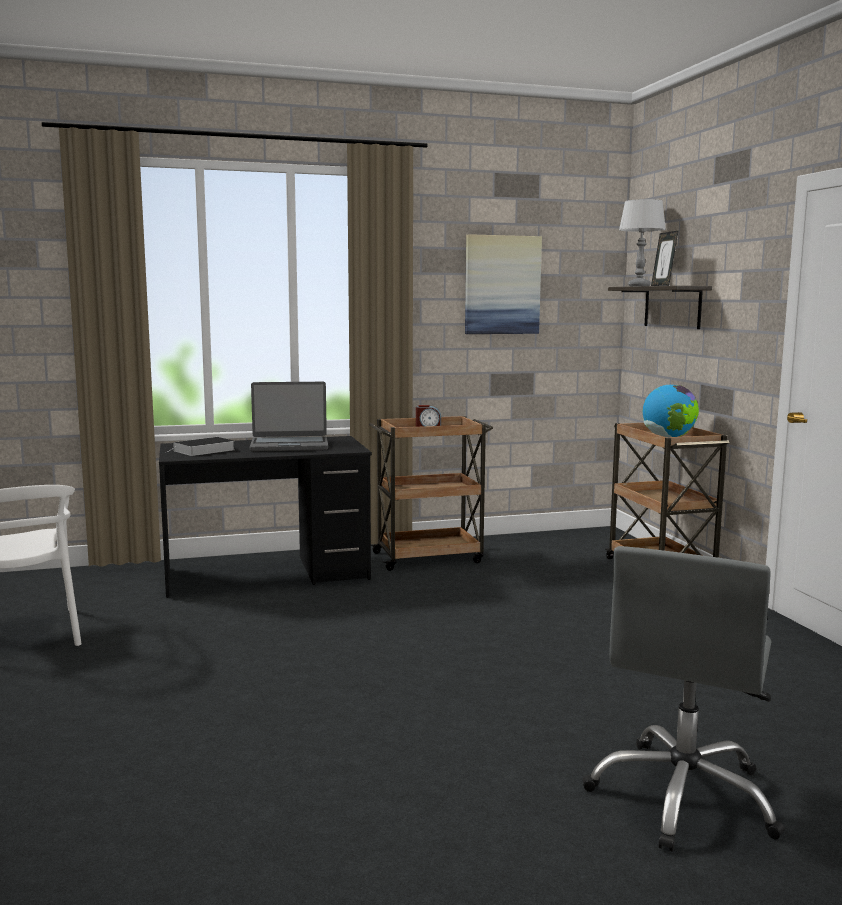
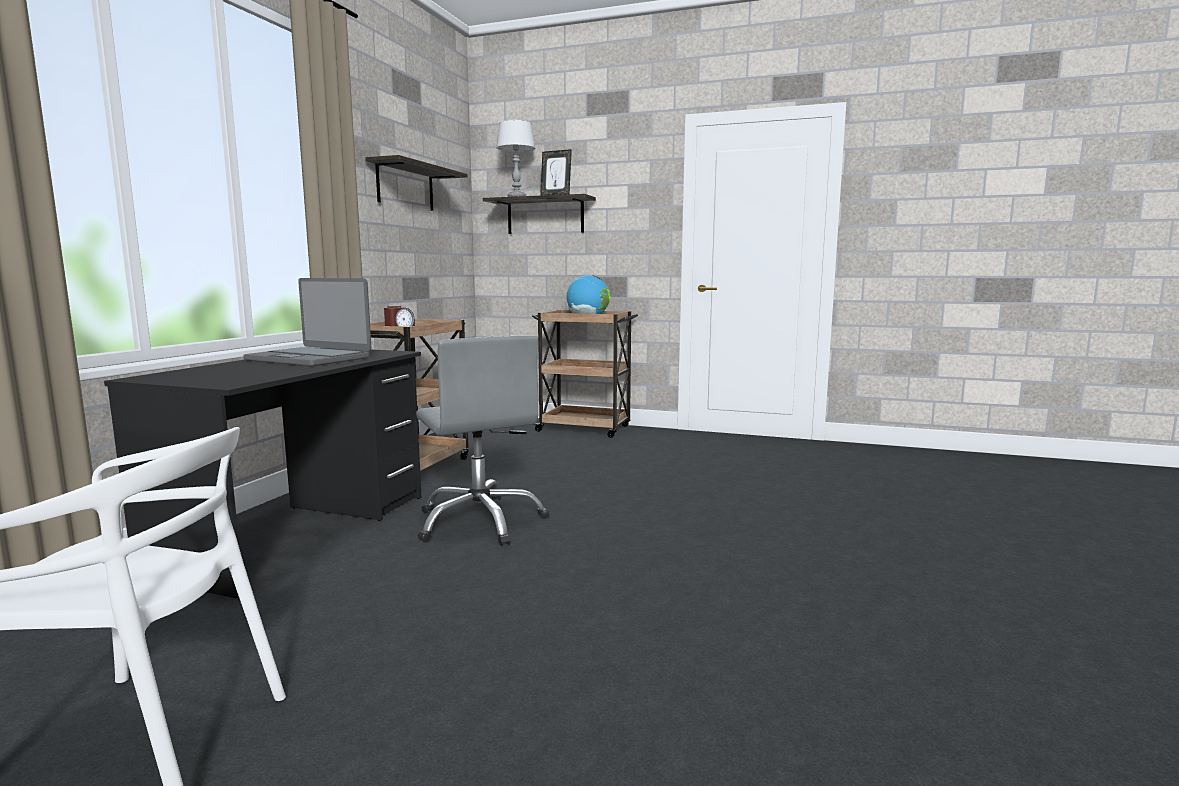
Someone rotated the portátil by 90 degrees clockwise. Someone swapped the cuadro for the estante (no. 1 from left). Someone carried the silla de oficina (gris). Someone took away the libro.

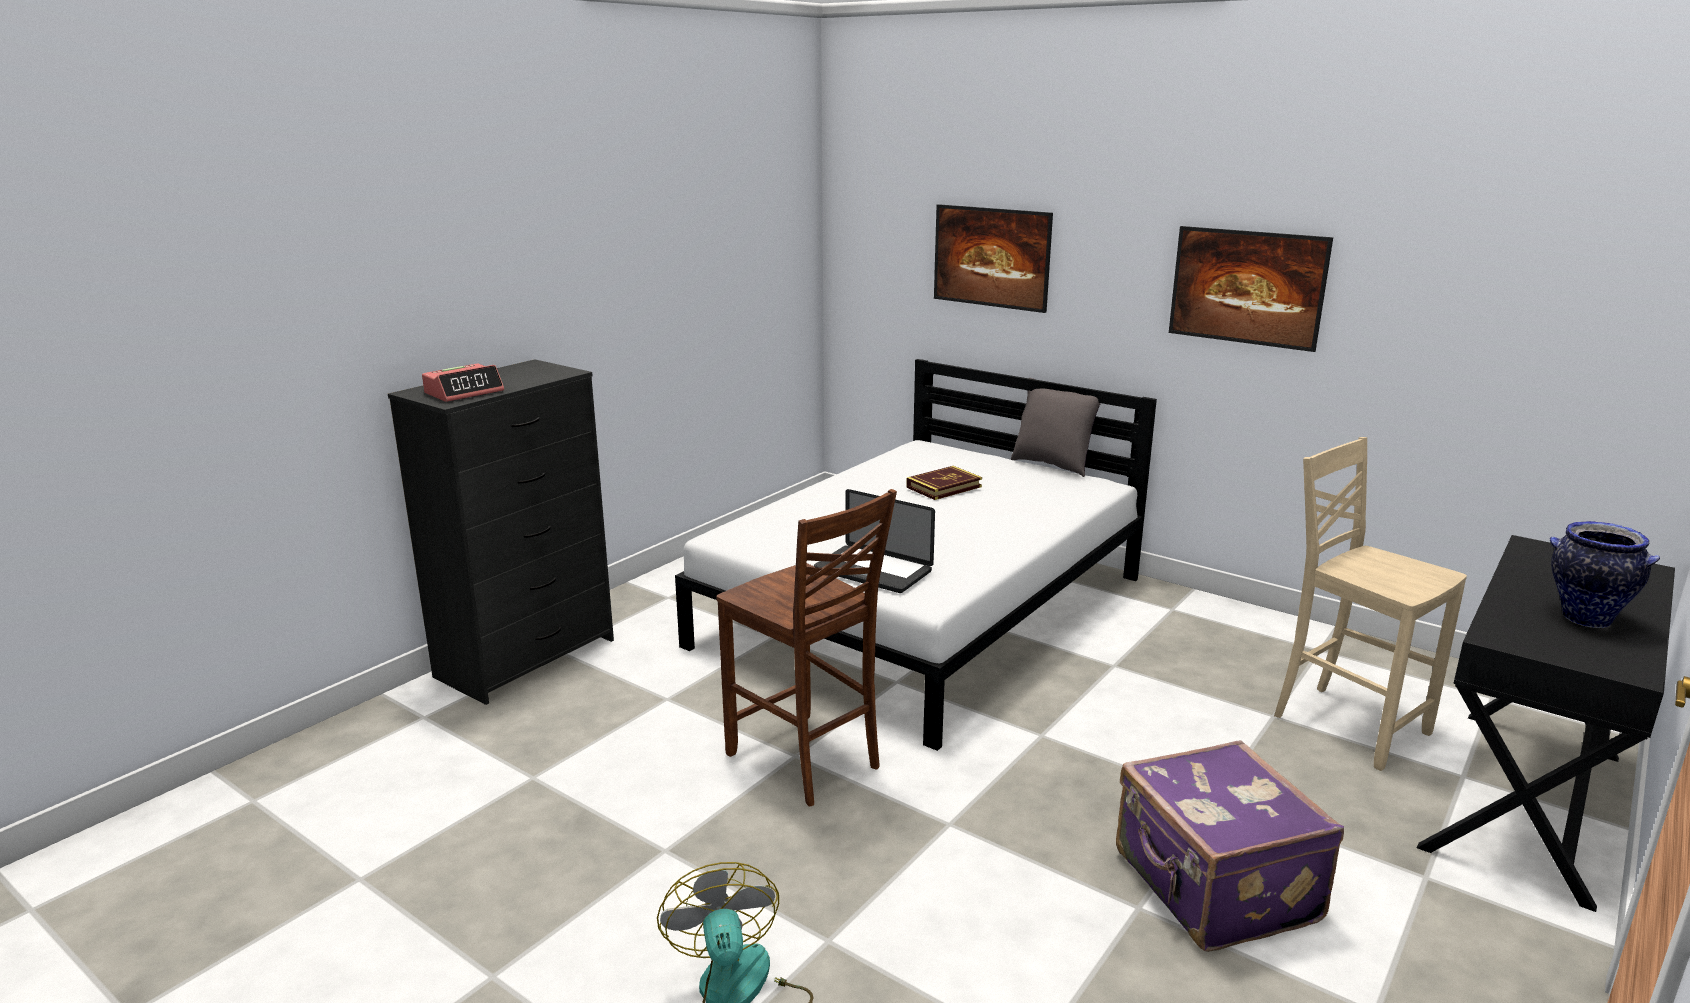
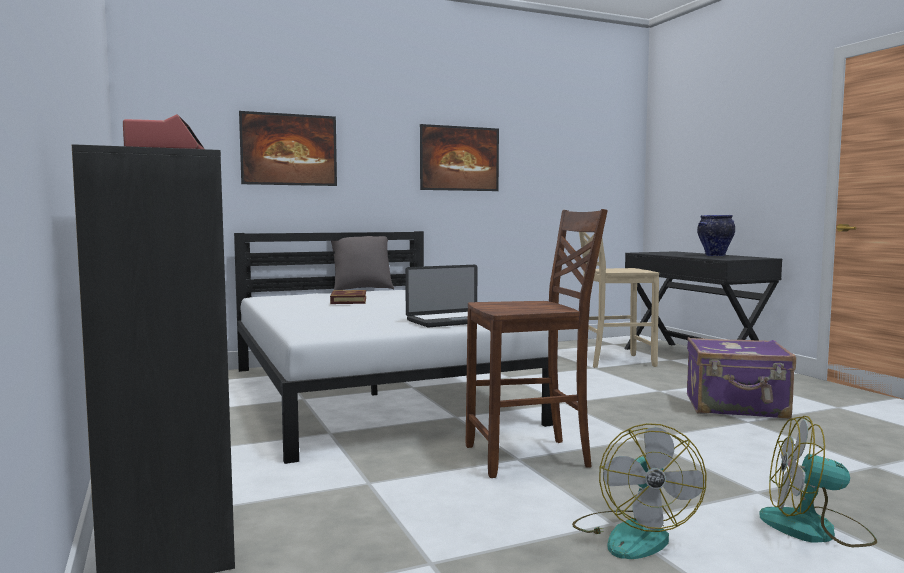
Someone put down the ventilador (no. 1 from left).

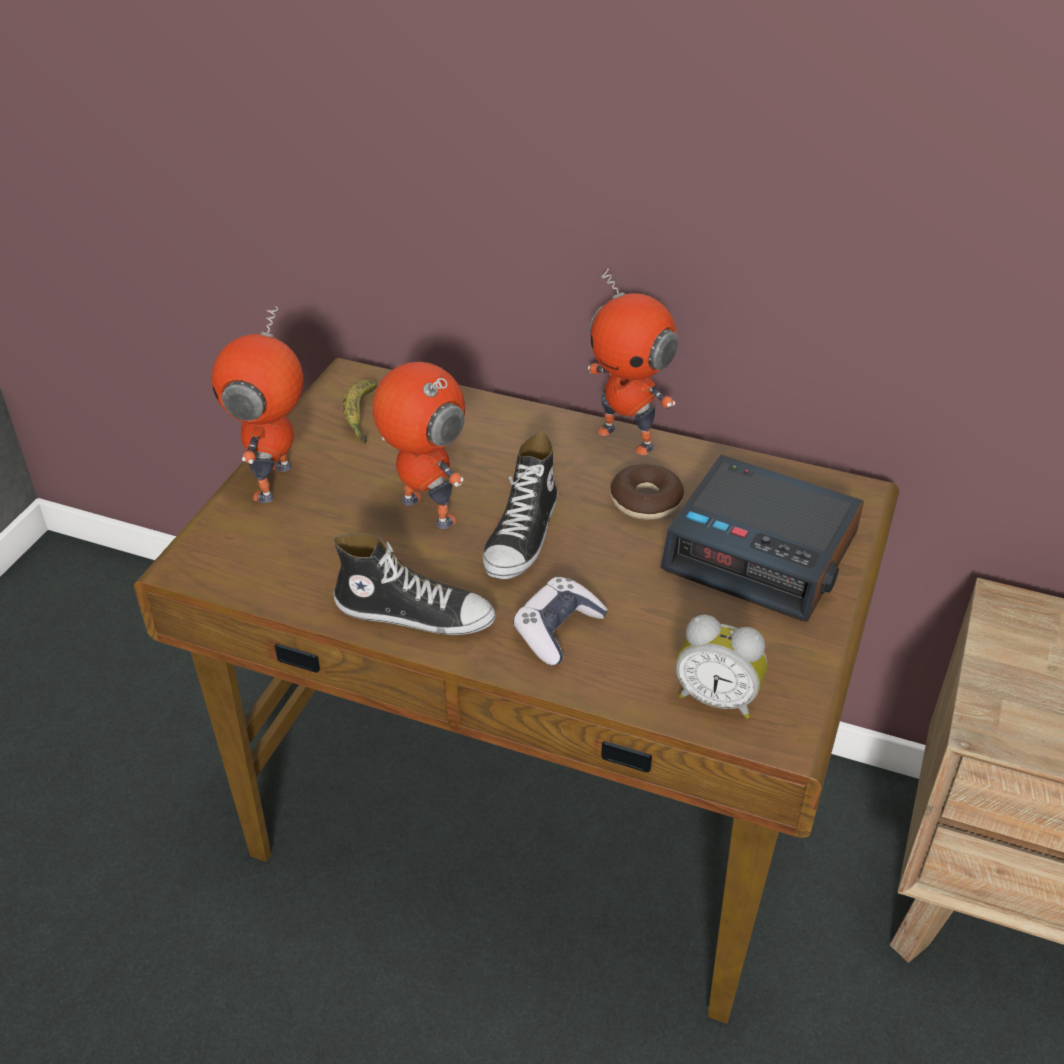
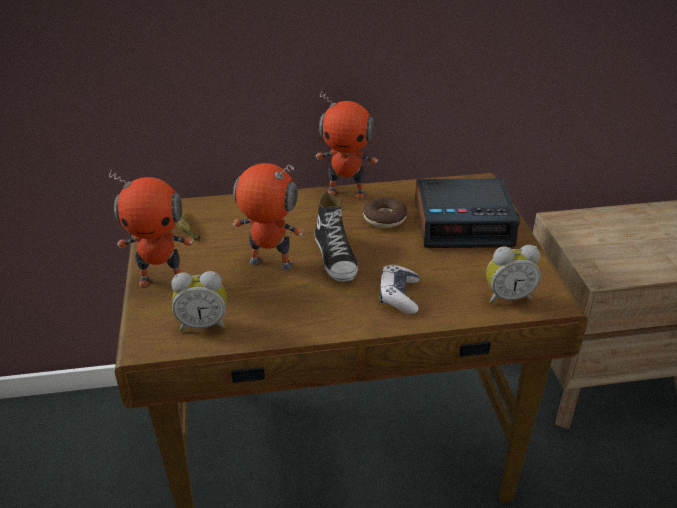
Someone rotated the robot de juguete (no. 1 from left) by 75 degrees counterclockwise. Someone put down the despertador (no. 1 from left). Someone took away the zapato (no. 1 from left).

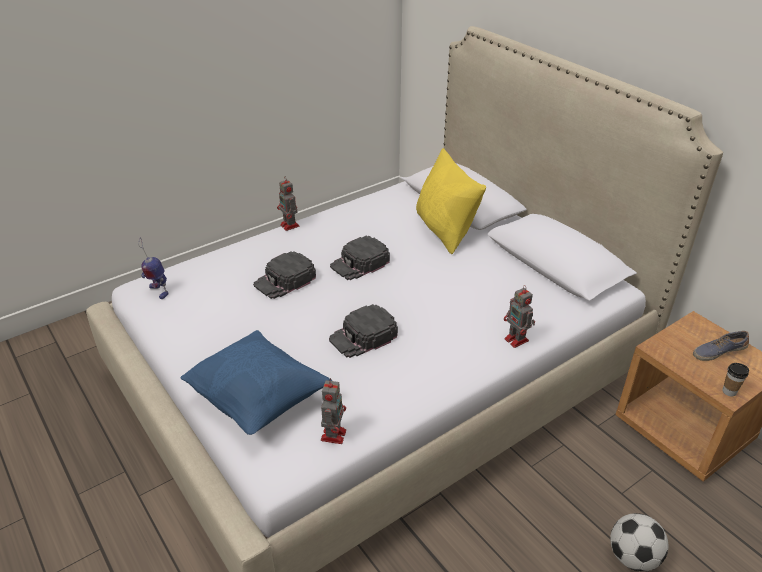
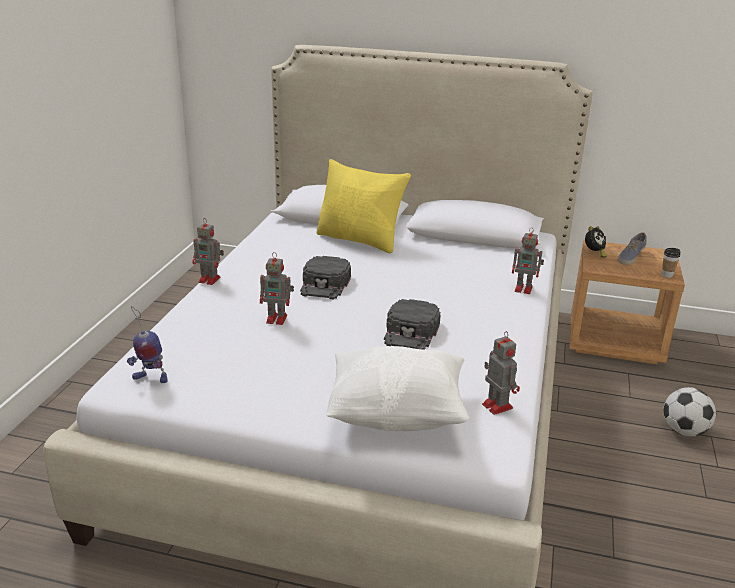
Someone swapped the gorra (negro) (no. 1 from left) for the robot de juguete (no. 3 from left). Someone repainted the cojín (azul), which became the cojín (blanco). Someone put down the despertador.

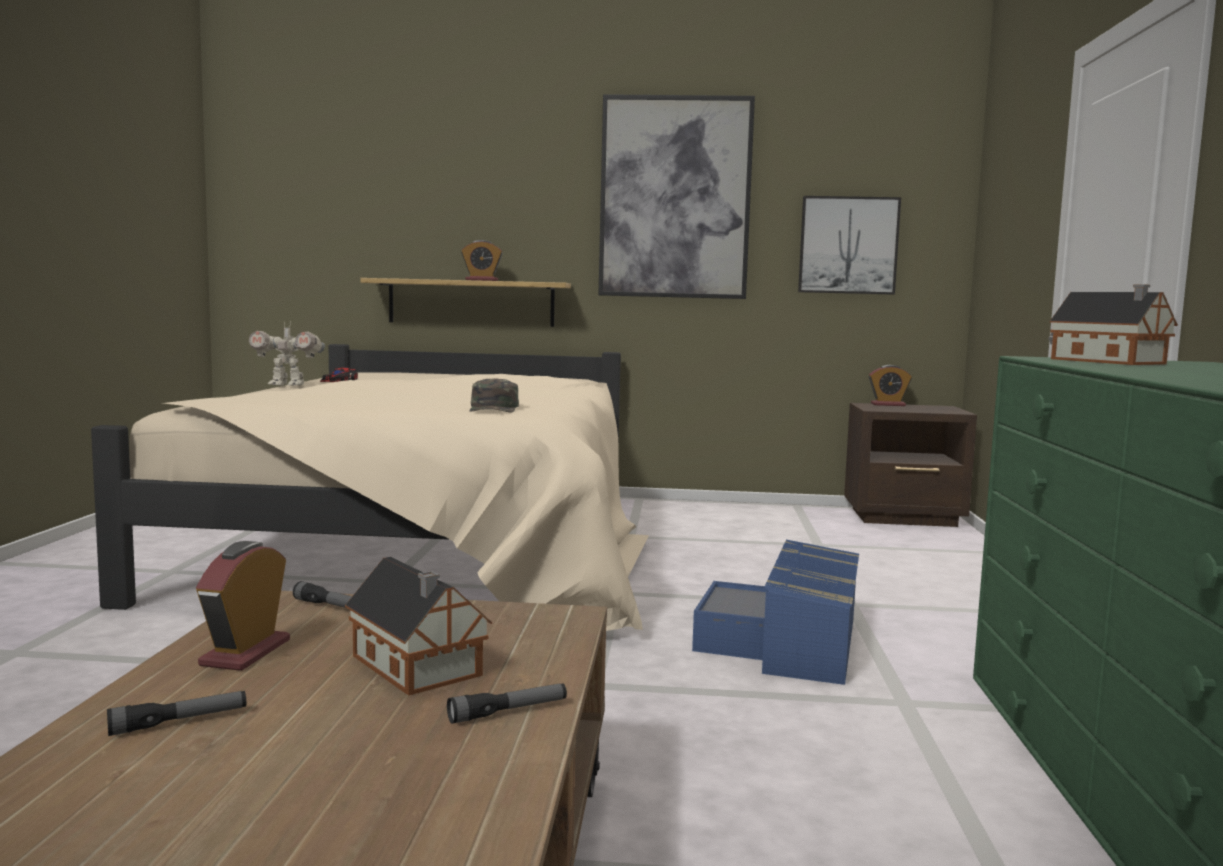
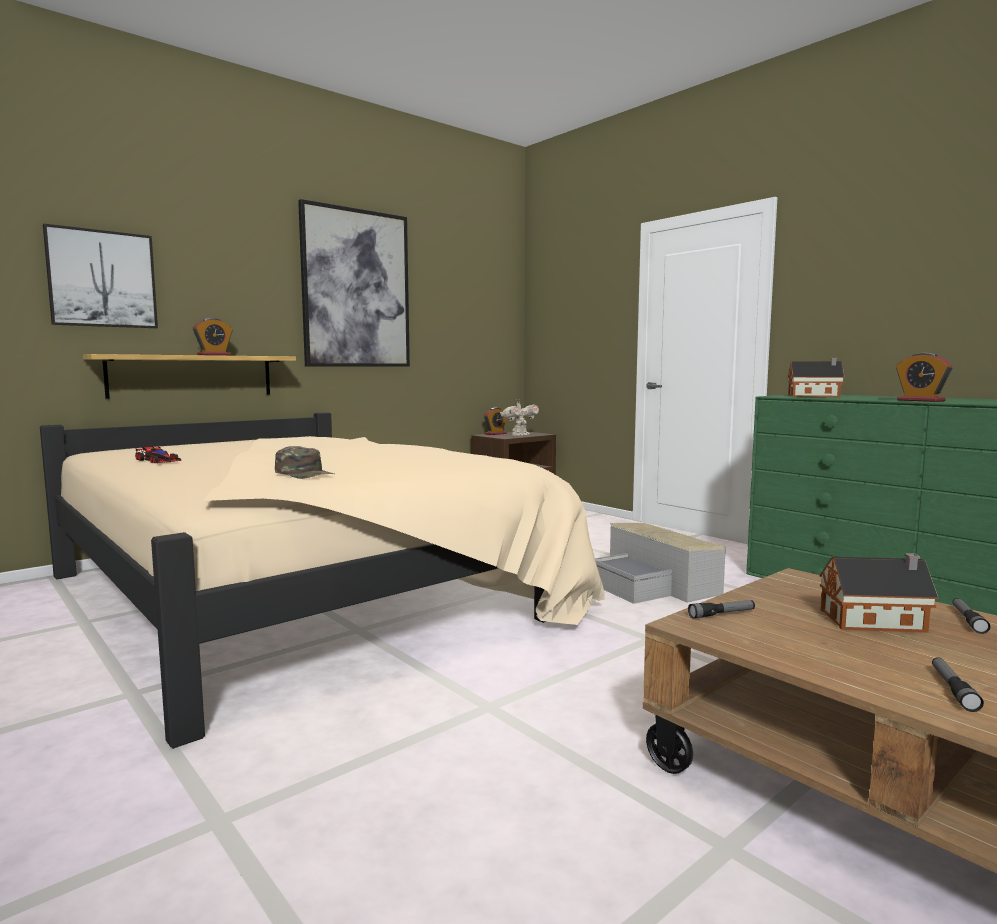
Someone carried the cuadro (no. 2 from left in the first image). Someone carried the gorra (verde). Someone carried the robot de juguete. Someone repainted the caja de almacenaje (azul), which became the caja de almacenaje (gris). Someone carried the despertador (no. 1 from left in the first image).

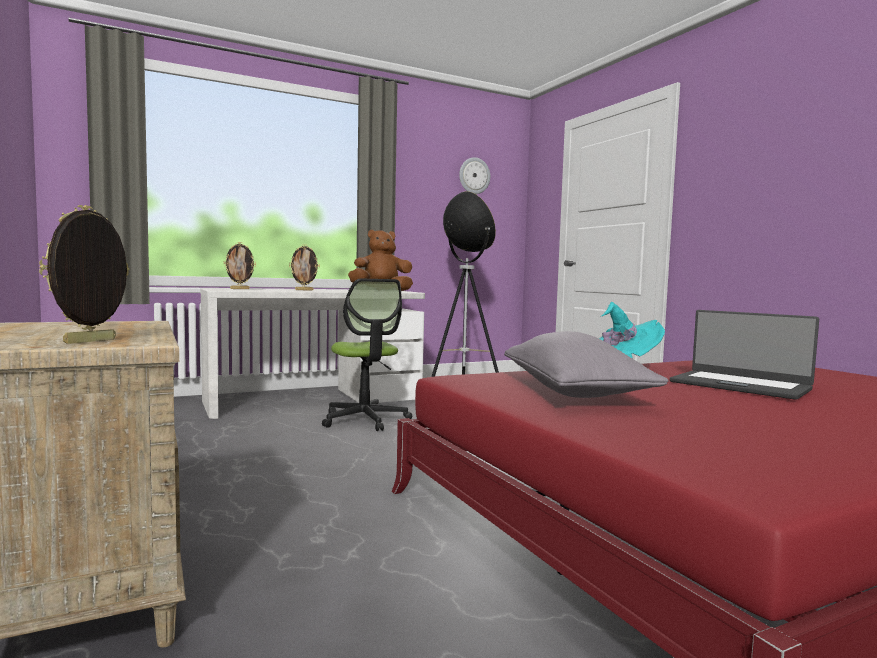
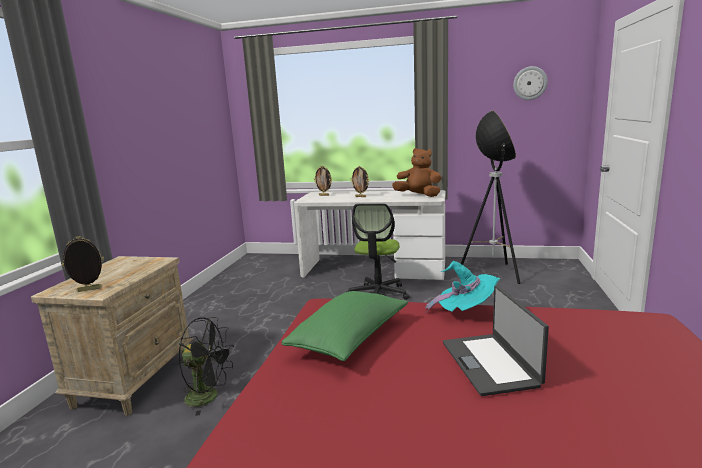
Someone put down the ventilador (negro). Someone repainted the cojín (gris), which became the cojín (verde).

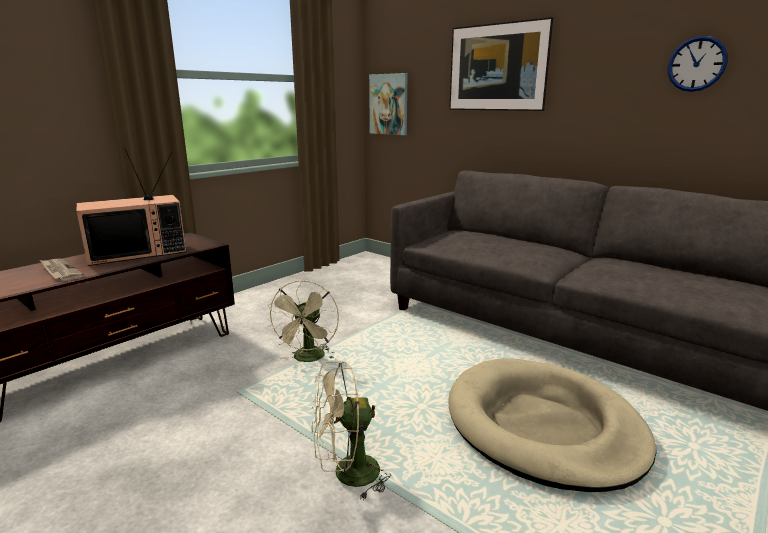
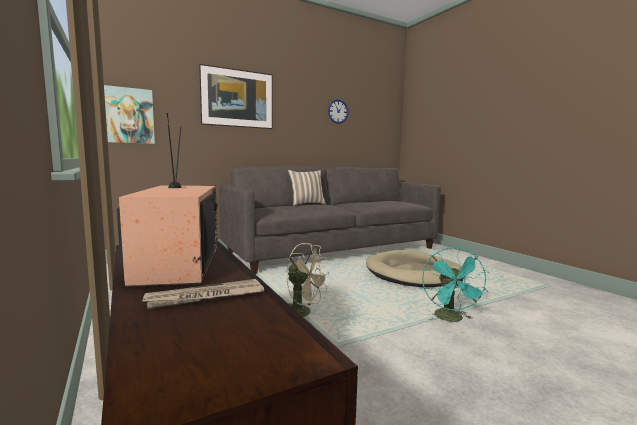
Someone put down the cojín. Someone repainted the ventilador (beis) (no. 2 from left), which became the ventilador (turquesa).

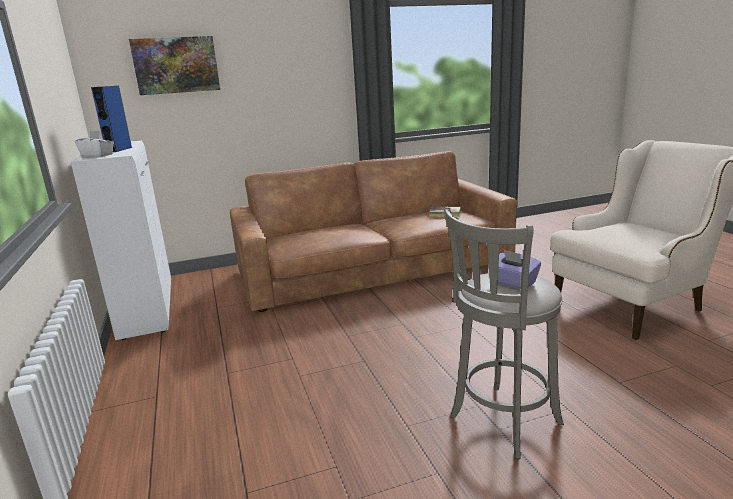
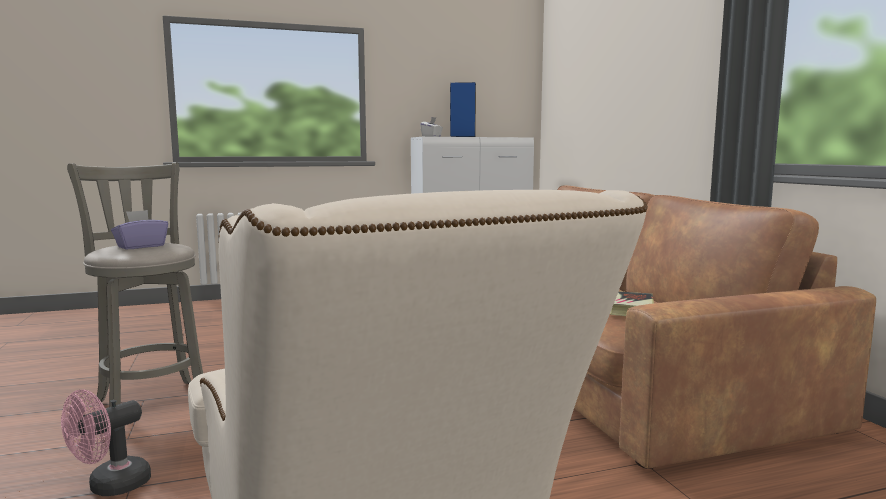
Someone put down the ventilador (rosa). Someone took away the cuadro.

